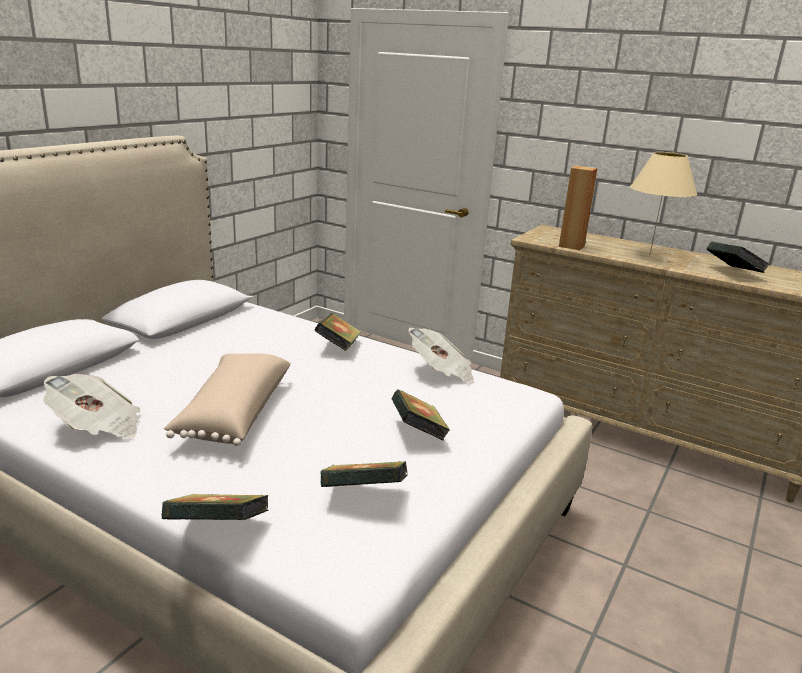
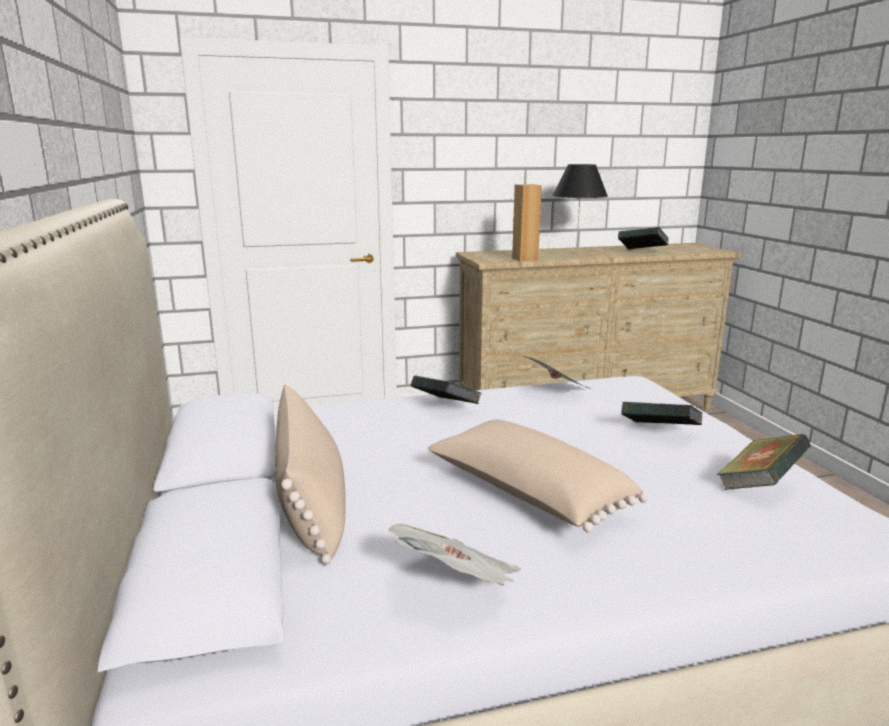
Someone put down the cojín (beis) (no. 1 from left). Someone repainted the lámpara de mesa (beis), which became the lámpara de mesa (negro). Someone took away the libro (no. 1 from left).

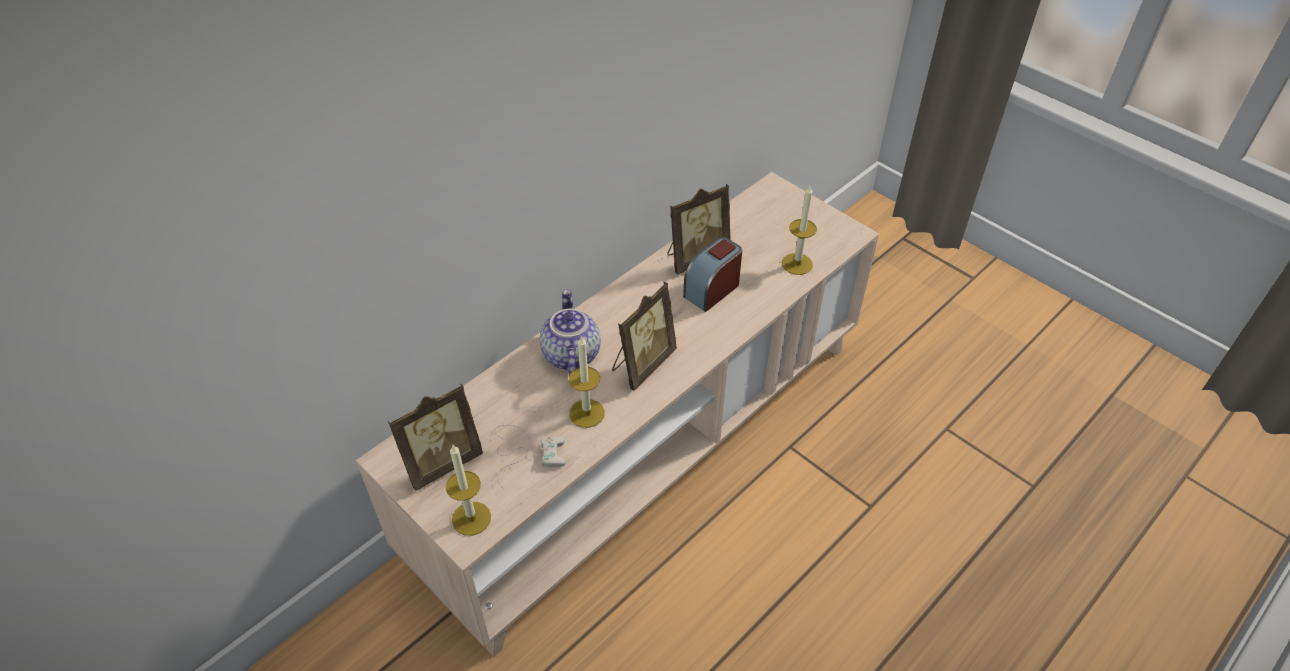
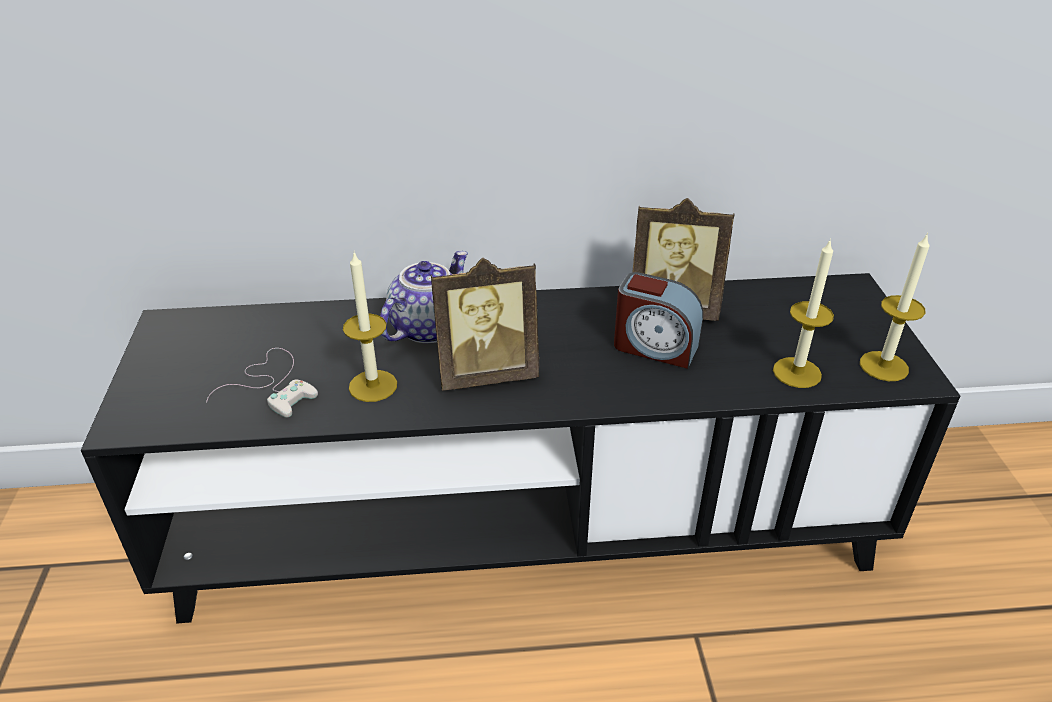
Someone repainted the mueble de televisión (beis), which became the mueble de televisión (negro). Someone rotated the despertador by 150 degrees counterclockwise. Someone carried the vela (no. 1 from left in the first image). Someone took away the portarretratos (no. 1 from left).

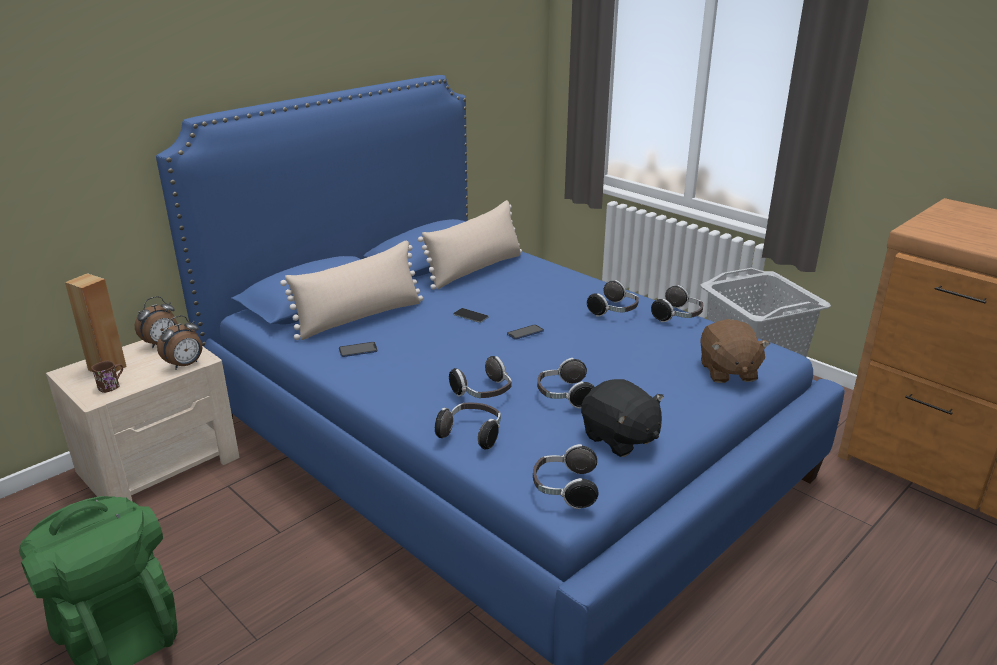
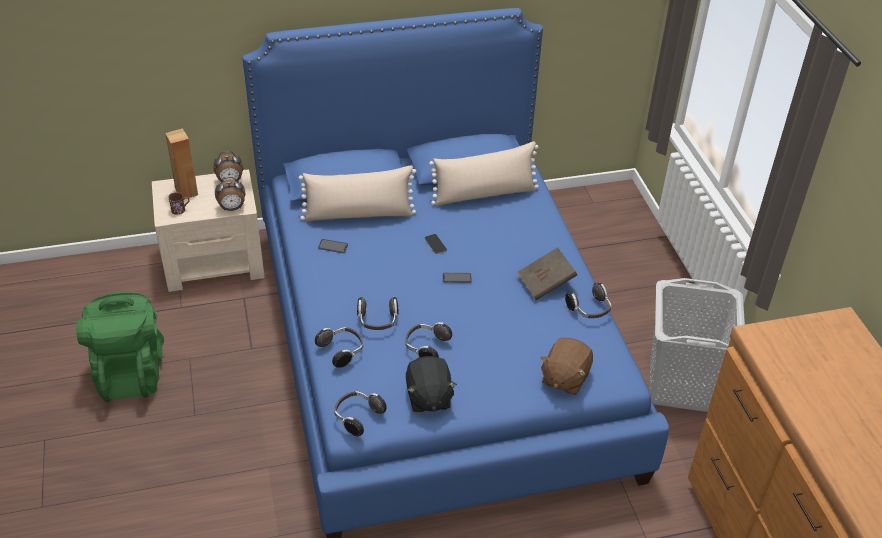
Someone swapped the auriculares (no. 5 from left) for the libro (marrón).

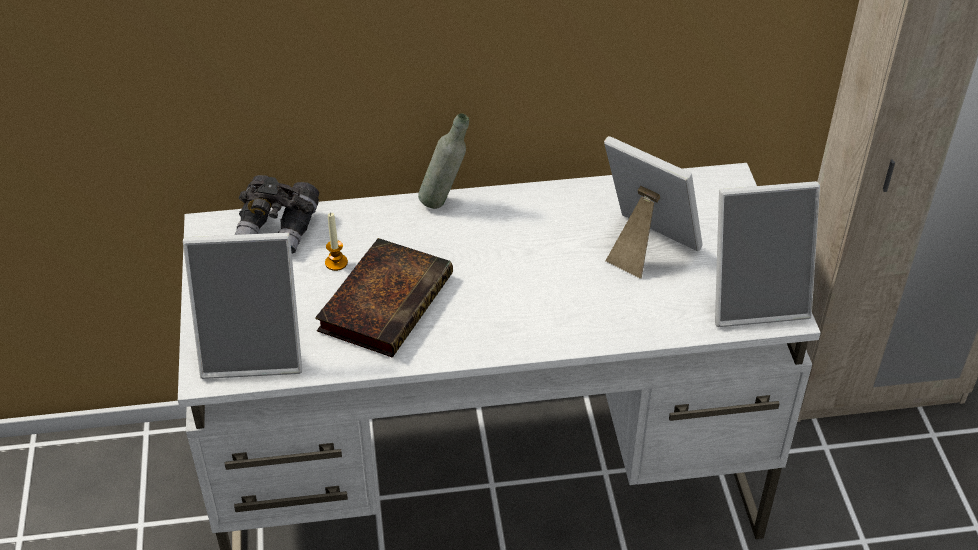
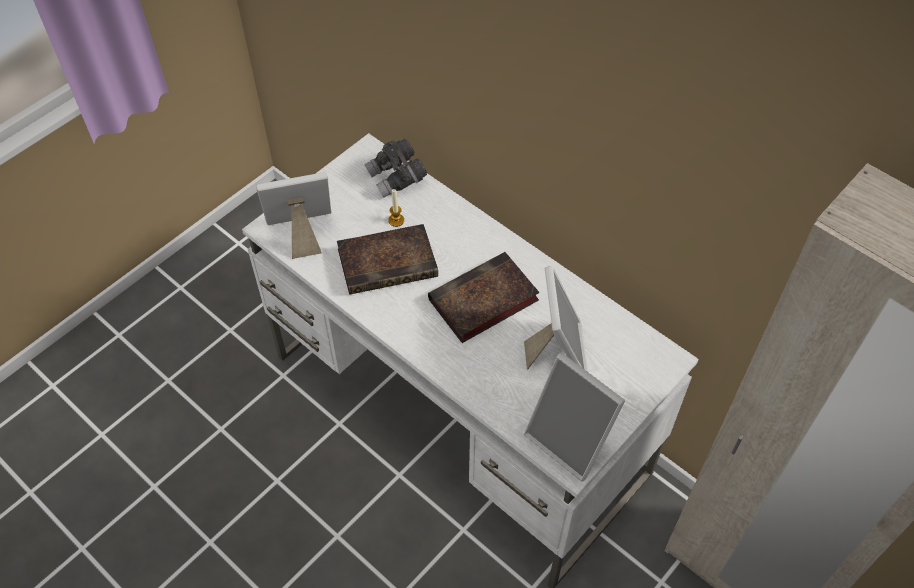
Someone rotated the portarretratos (no. 1 from left) by 120 degrees clockwise. Someone put down the libro (no. 2 from left). Someone took away the botella (gris).

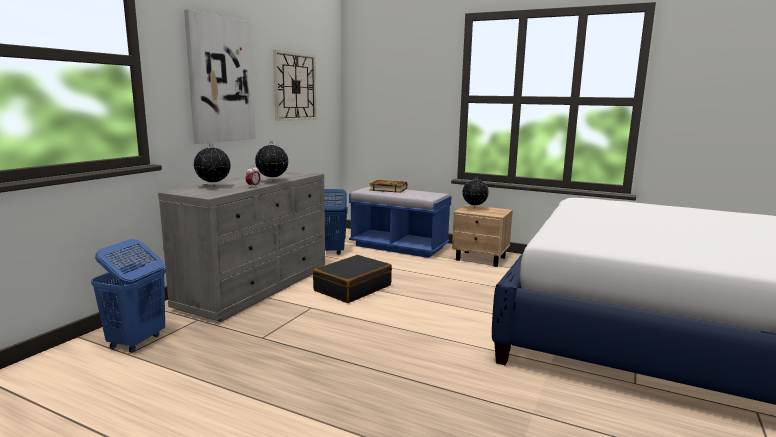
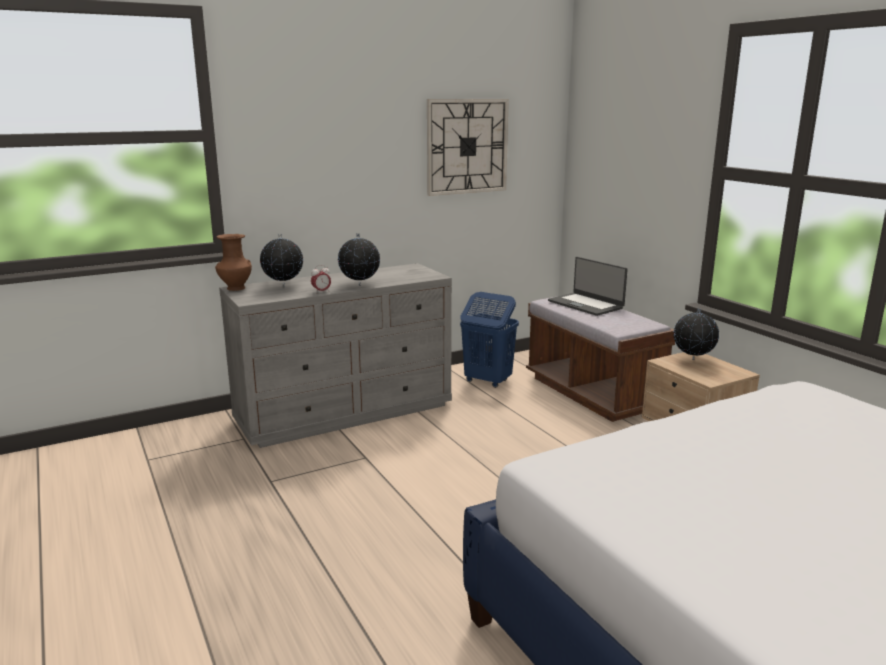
Someone put down the florero (marrón). Someone repainted the banco (azul), which became the banco (marrón). Someone swapped the libro for the portátil. Someone took away the cesto de la ropa (azul) (no. 1 from left). Someone took away the cuadro. Someone took away the maleta (negro).

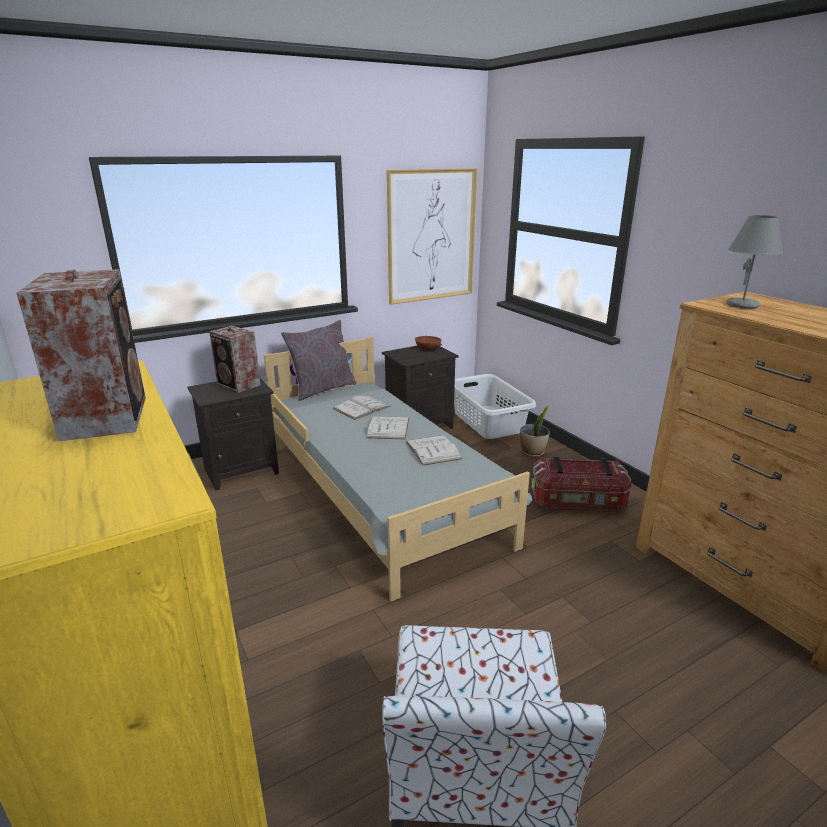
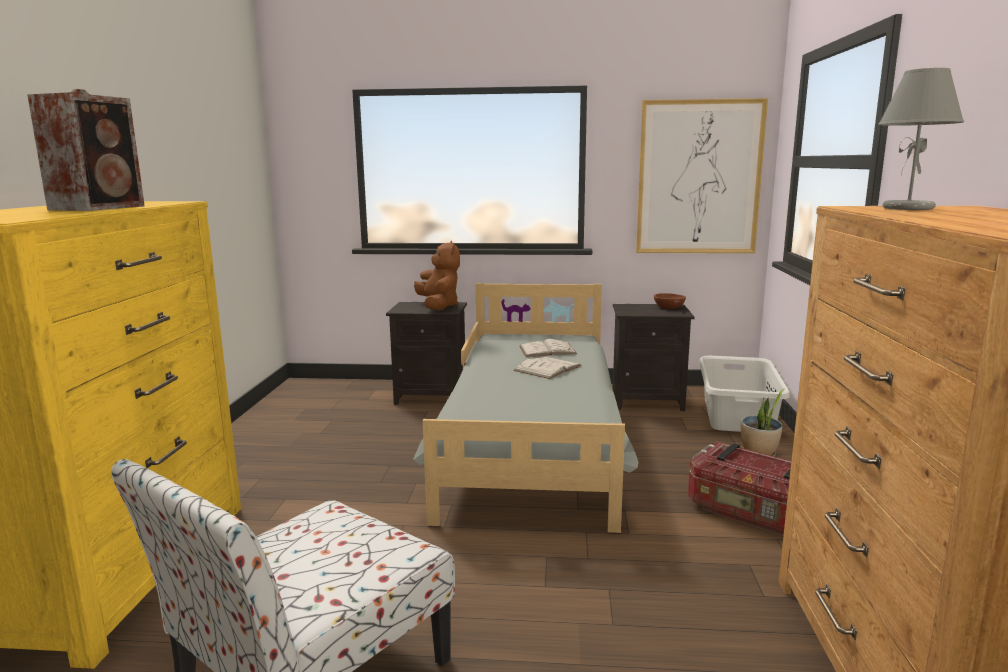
Someone swapped the altavoz (no. 2 from left) for the peluche (marrón). Someone took away the cojín (gris). Someone took away the libro (blanco) (no. 3 from left).

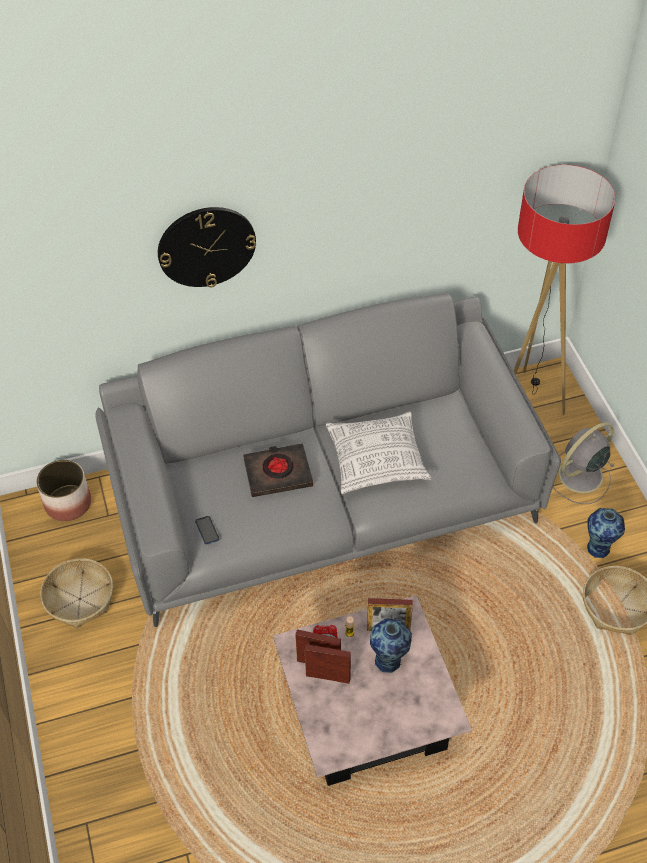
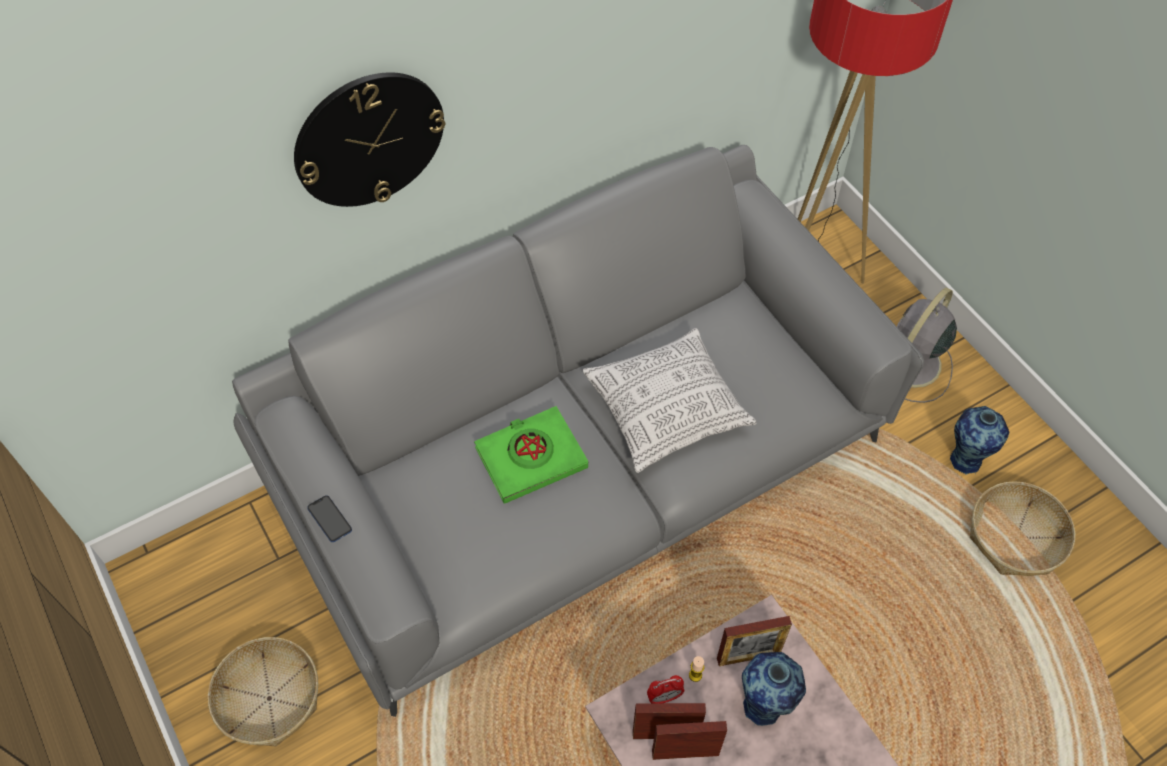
Someone carried the móvil. Someone repainted the libro (negro), which became the libro (verde). Someone took away the maceta.

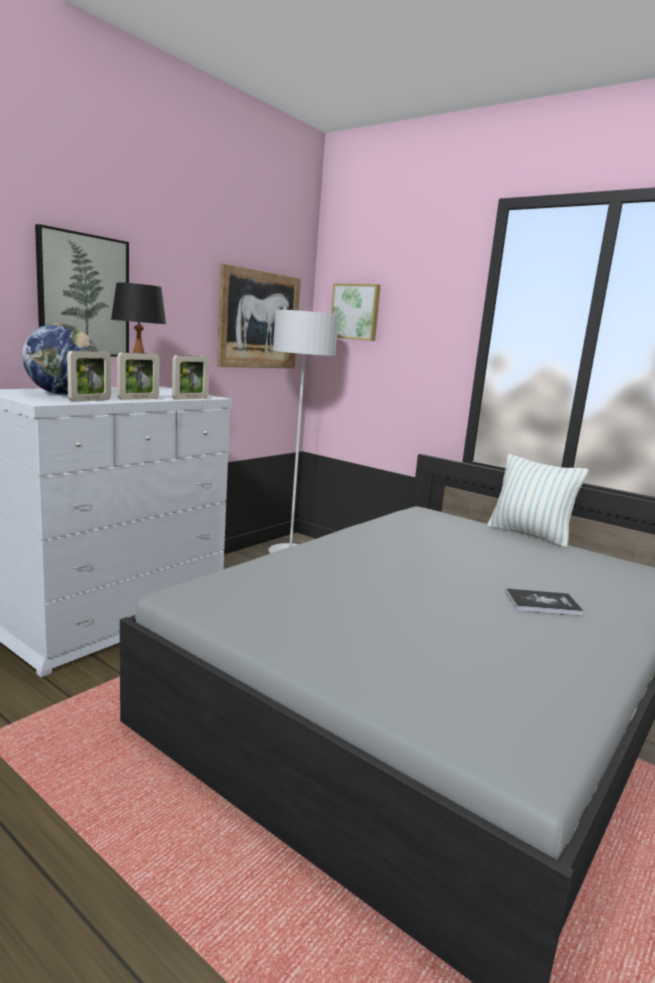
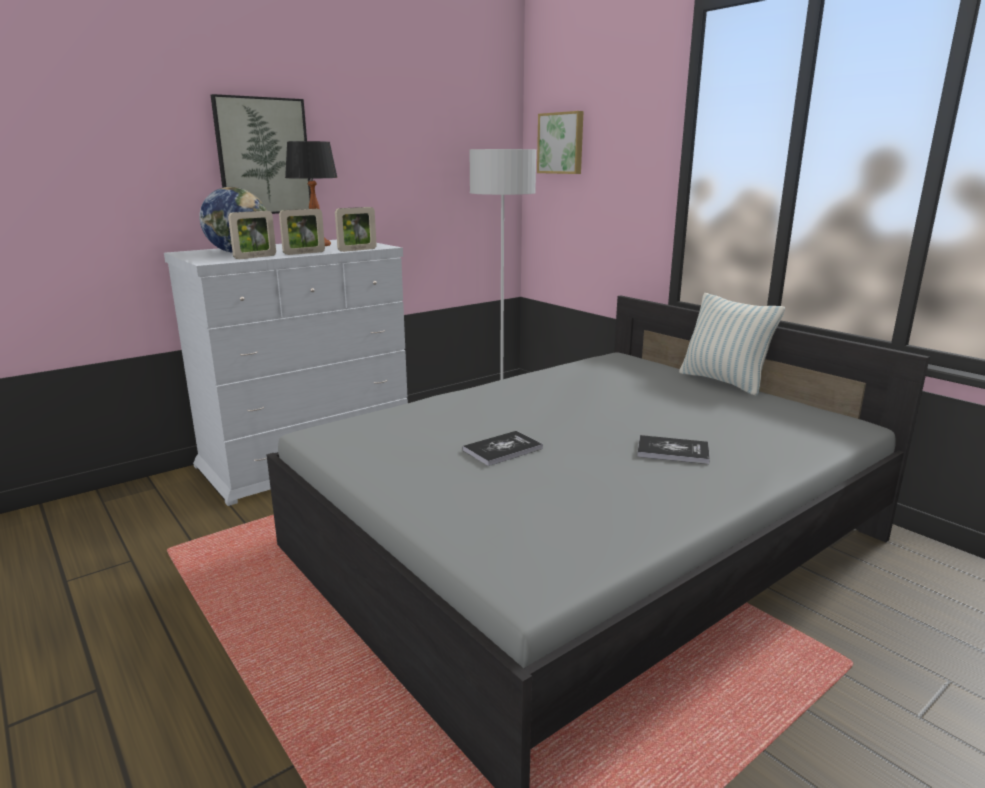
Someone put down the libro (no. 1 from left). Someone took away the cuadro (no. 2 from left).

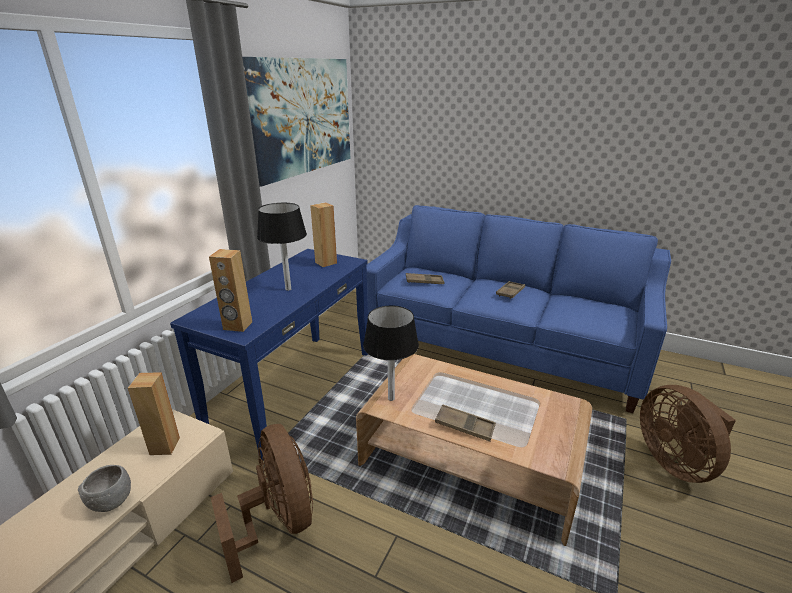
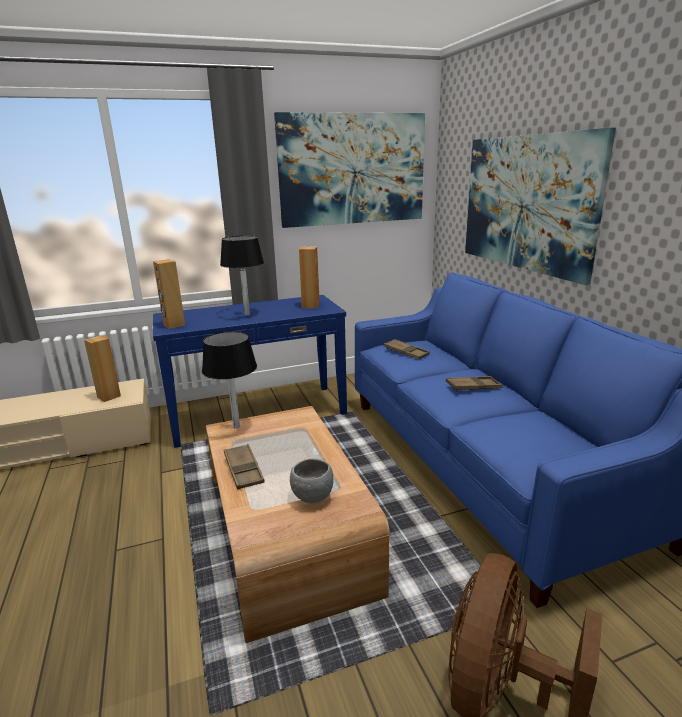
Someone carried the cuenco (gris). Someone put up the cuadro (no. 2 from left). Someone took away the ventilador (marrón) (no. 1 from left).

